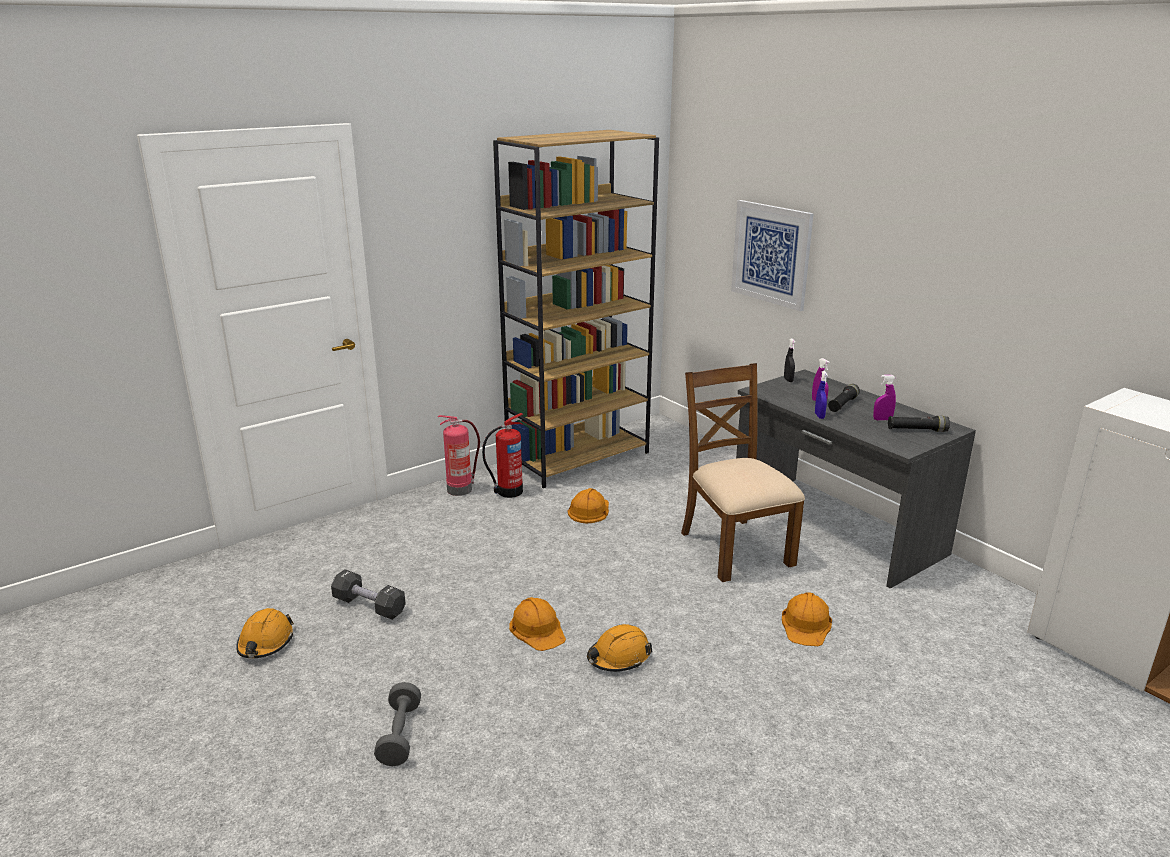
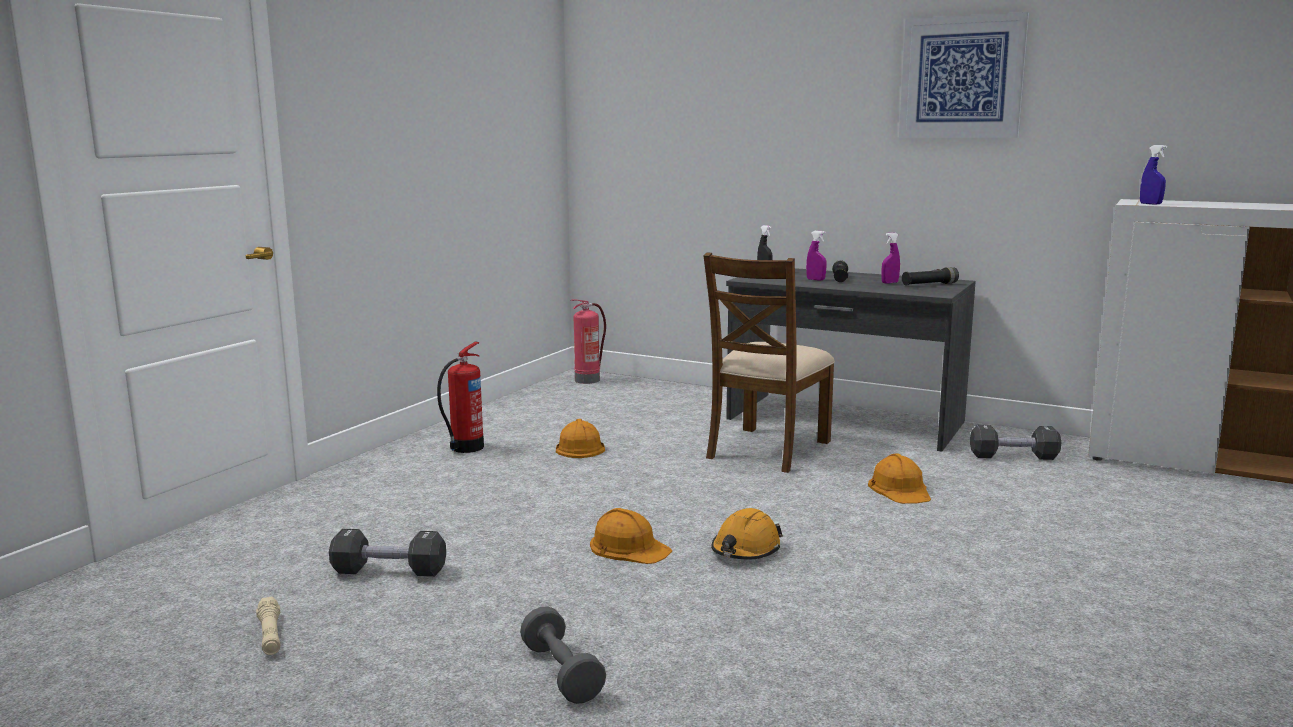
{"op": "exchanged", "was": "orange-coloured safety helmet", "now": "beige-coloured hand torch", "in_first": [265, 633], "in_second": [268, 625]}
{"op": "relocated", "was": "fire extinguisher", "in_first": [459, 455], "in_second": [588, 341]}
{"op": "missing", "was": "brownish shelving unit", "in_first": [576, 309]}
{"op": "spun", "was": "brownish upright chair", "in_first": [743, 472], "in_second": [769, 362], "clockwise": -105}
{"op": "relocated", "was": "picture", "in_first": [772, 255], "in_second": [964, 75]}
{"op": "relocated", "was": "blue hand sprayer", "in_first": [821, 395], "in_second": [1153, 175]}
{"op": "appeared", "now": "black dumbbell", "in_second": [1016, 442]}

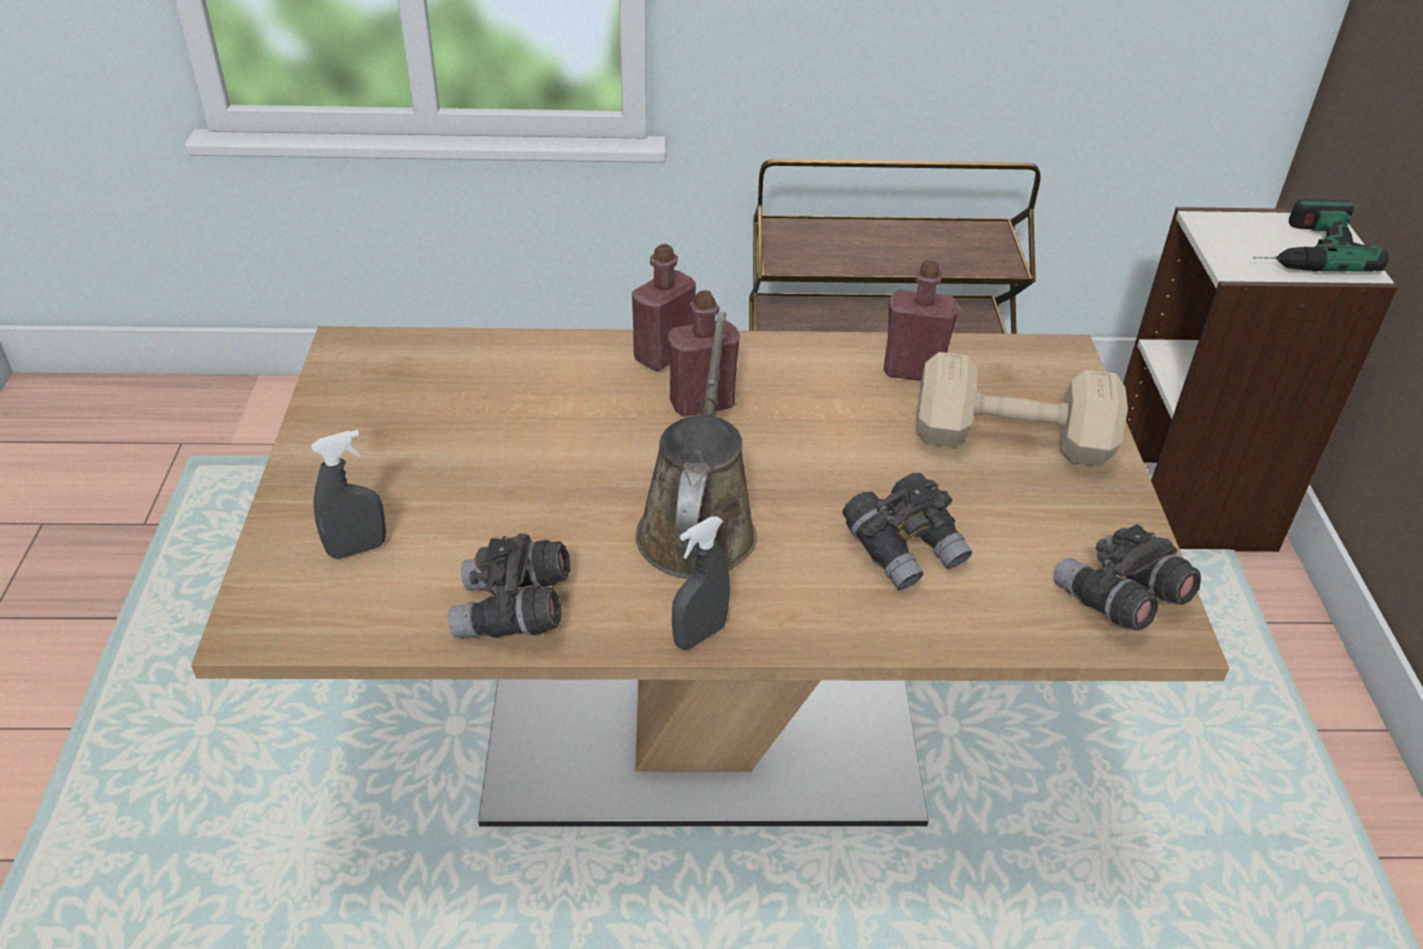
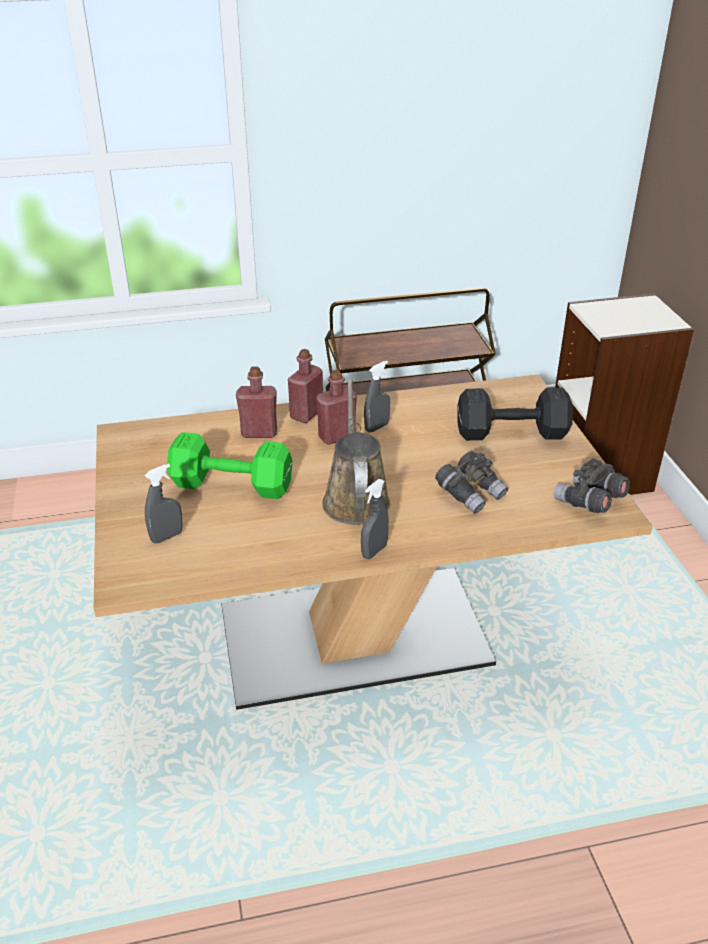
{"op": "missing", "was": "greyish binoculars", "in_first": [509, 585]}
{"op": "relocated", "was": "red beverage bottle", "in_first": [921, 320], "in_second": [256, 402]}
{"op": "colour", "was": "beige-coloured dumbbell", "now": "black dumbbell", "in_first": [1022, 409], "in_second": [515, 414]}
{"op": "missing", "was": "electric drill", "in_first": [1321, 235]}
{"op": "appeared", "now": "greenish dumbbell", "in_second": [230, 465]}
{"op": "appeared", "now": "greyish hand sprayer", "in_second": [377, 396]}

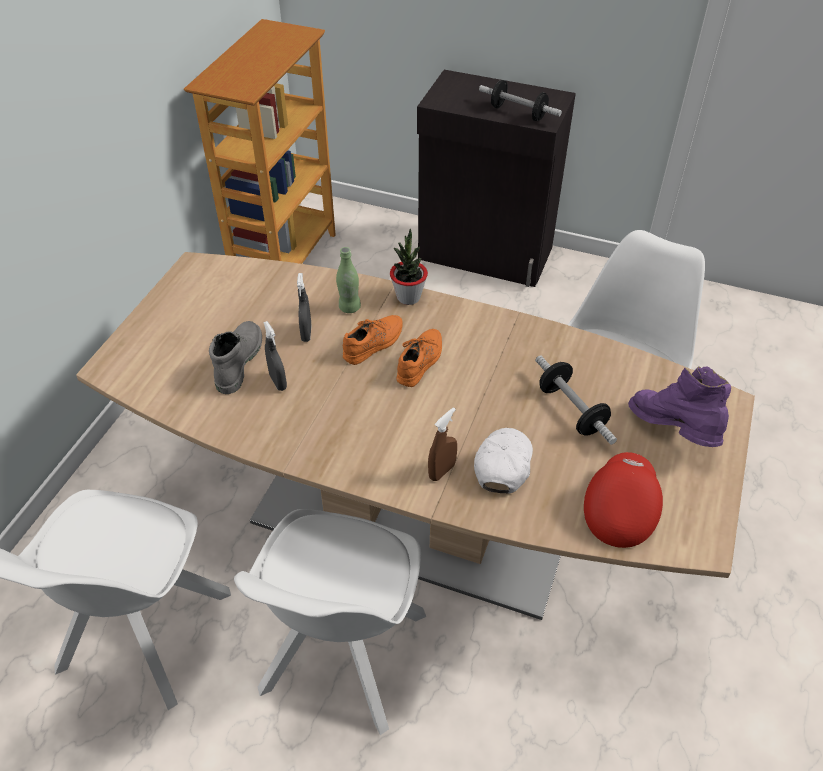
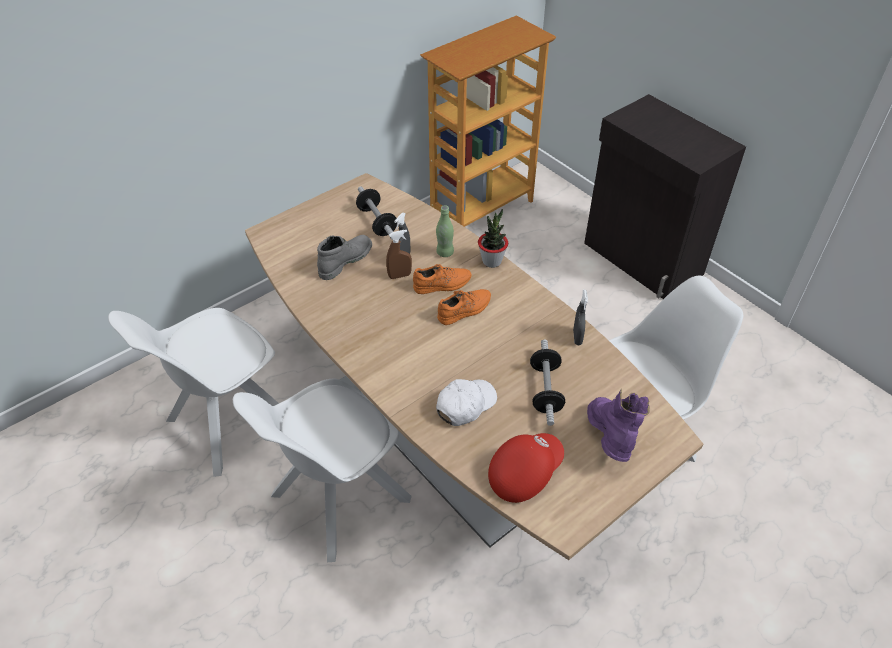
{"op": "relocated", "was": "greyish hand sprayer", "in_first": [275, 356], "in_second": [580, 317]}
{"op": "relocated", "was": "brownish hand sprayer", "in_first": [442, 444], "in_second": [399, 254]}
{"op": "relocated", "was": "dumbbell", "in_first": [520, 100], "in_second": [376, 213]}

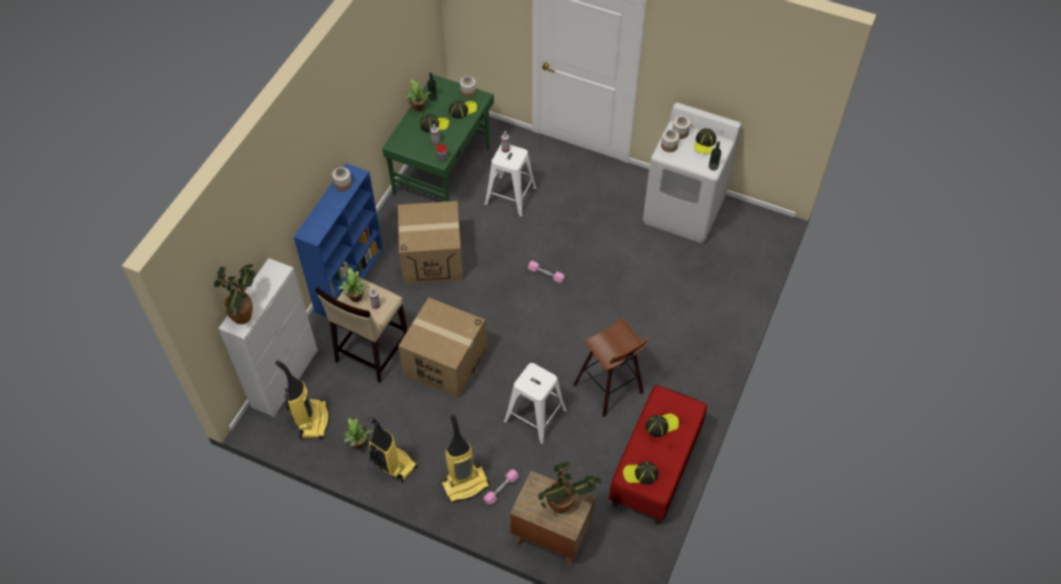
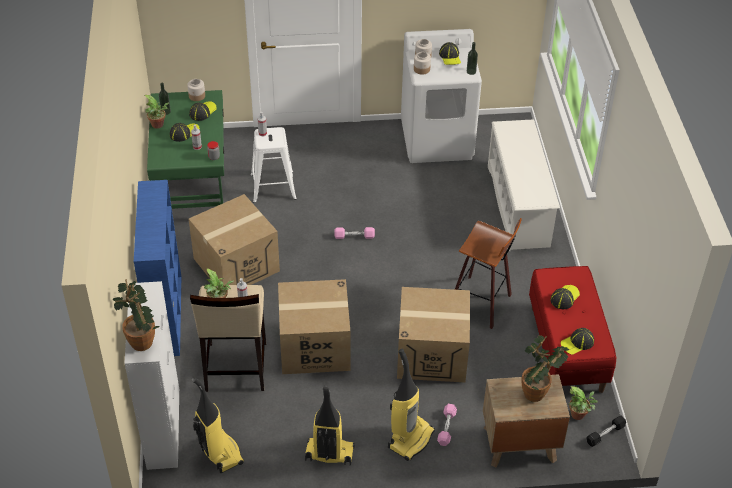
{"op": "missing", "was": "storage jar", "in_first": [342, 179]}
{"op": "relocated", "was": "potted plant", "in_first": [358, 433], "in_second": [583, 403]}
{"op": "exchanged", "was": "white sitting stool", "now": "packing box", "in_first": [535, 404], "in_second": [433, 334]}
{"op": "appeared", "now": "white shoe stand", "in_second": [524, 185]}
{"op": "appeared", "now": "black dumbbell", "in_second": [606, 431]}

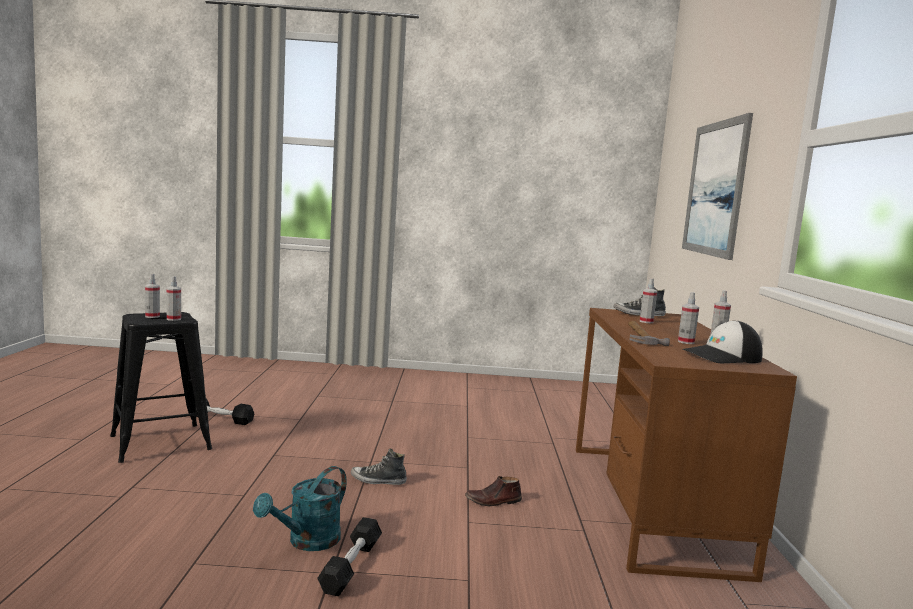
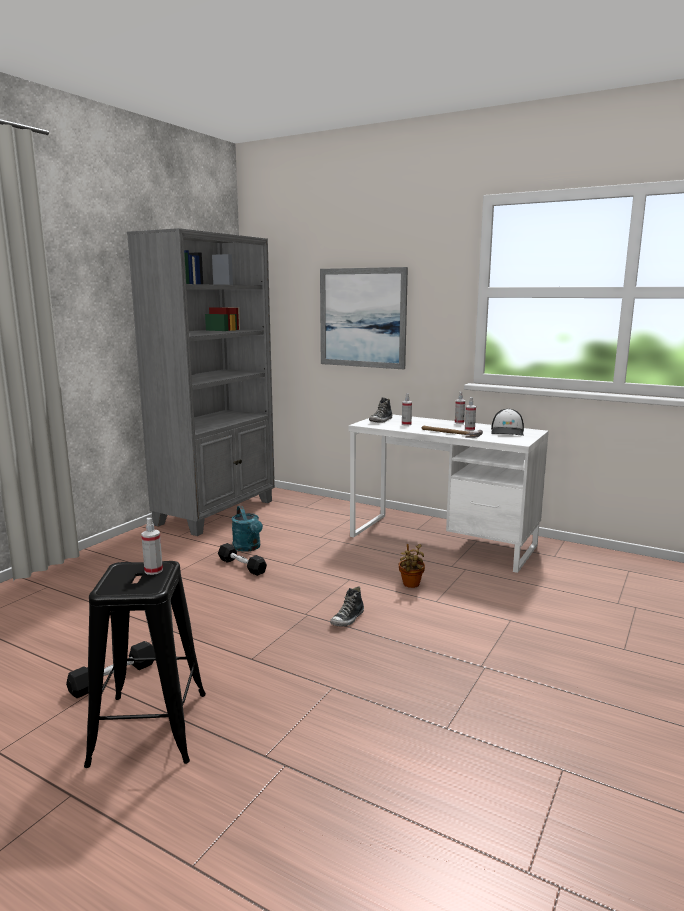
{"op": "missing", "was": "hand sprayer", "in_first": [152, 296]}
{"op": "relocated", "was": "turquoise-coloured sprinkling can", "in_first": [299, 508], "in_second": [247, 529]}
{"op": "relocated", "was": "black dumbbell", "in_first": [349, 556], "in_second": [242, 559]}
{"op": "exchanged", "was": "brownish shoe", "now": "potted plant", "in_first": [493, 491], "in_second": [412, 566]}
{"op": "colour", "was": "brownish desk unit", "now": "white desk unit", "in_first": [686, 445], "in_second": [448, 493]}
{"op": "appeared", "now": "greyish shelving unit", "in_second": [201, 382]}

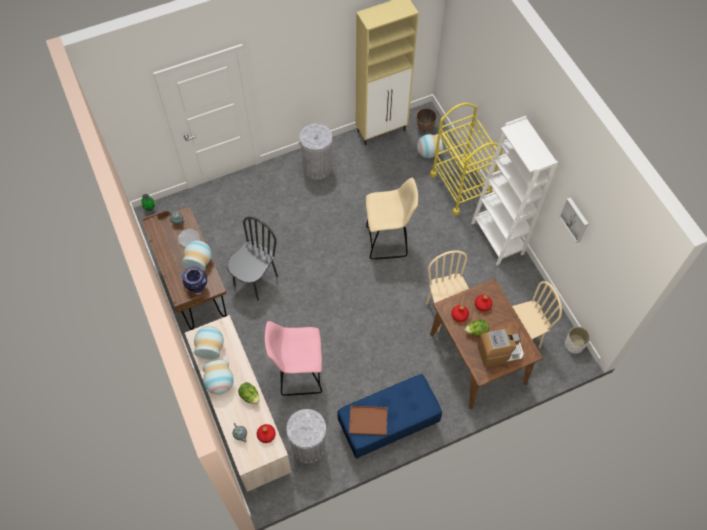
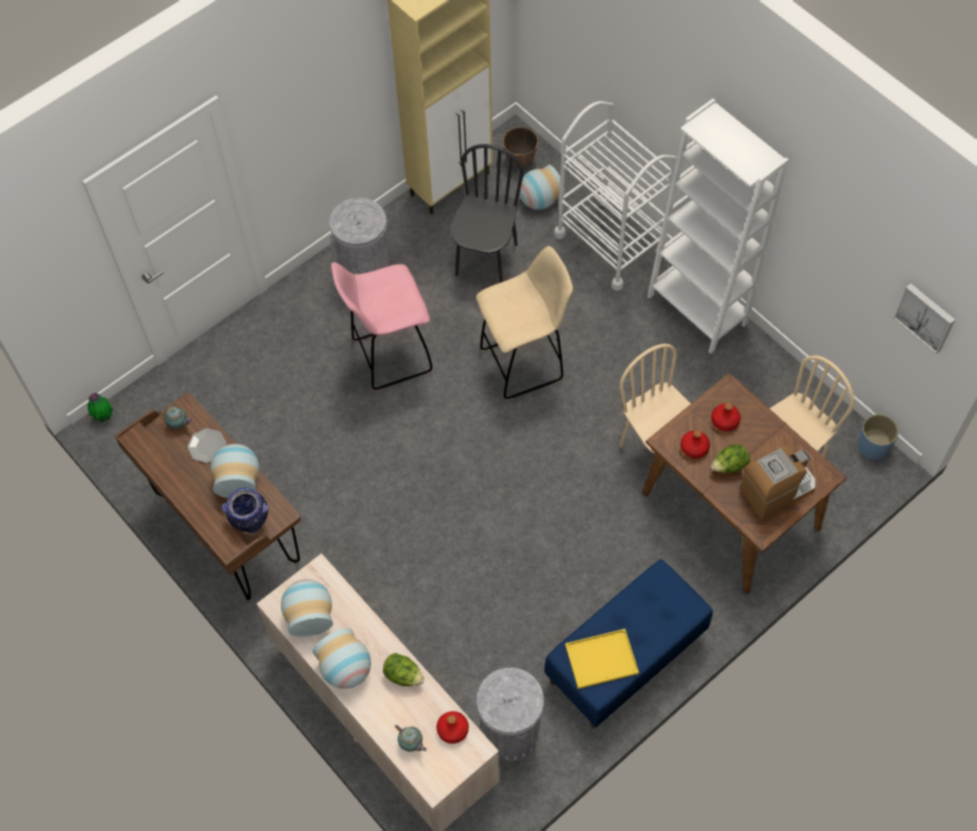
{"op": "relocated", "was": "black upright chair", "in_first": [252, 259], "in_second": [486, 213]}
{"op": "relocated", "was": "pink-coloured sitting stool", "in_first": [293, 358], "in_second": [382, 326]}
{"op": "colour", "was": "brownish serving tray", "now": "yellowish serving tray", "in_first": [368, 421], "in_second": [602, 659]}
{"op": "colour", "was": "yellowish wheeled cart", "now": "white wheeled cart", "in_first": [466, 159], "in_second": [615, 196]}
{"op": "relocated", "was": "picture", "in_first": [574, 220], "in_second": [924, 318]}
{"op": "colour", "was": "white planter", "now": "blue planter", "in_first": [577, 340], "in_second": [878, 437]}

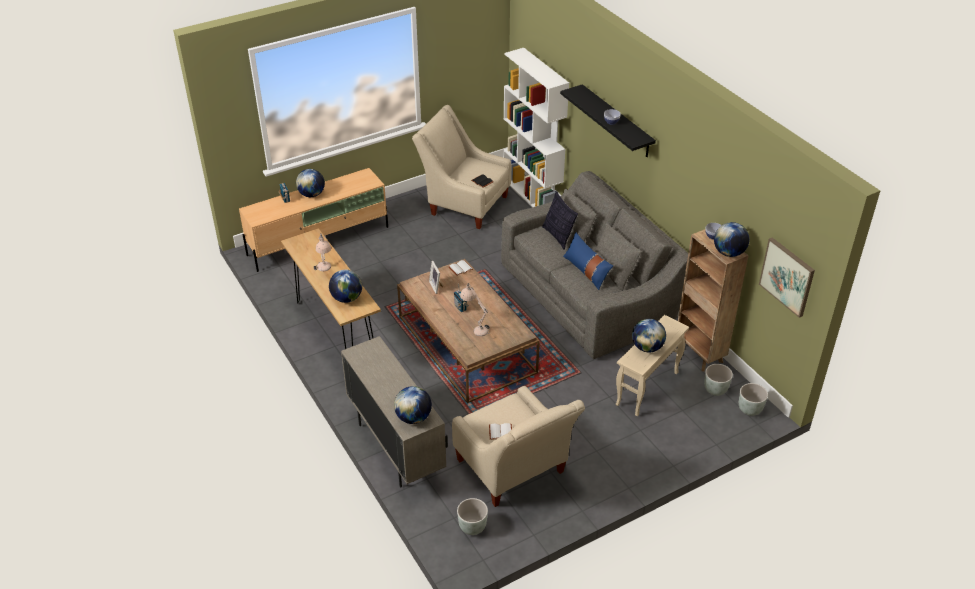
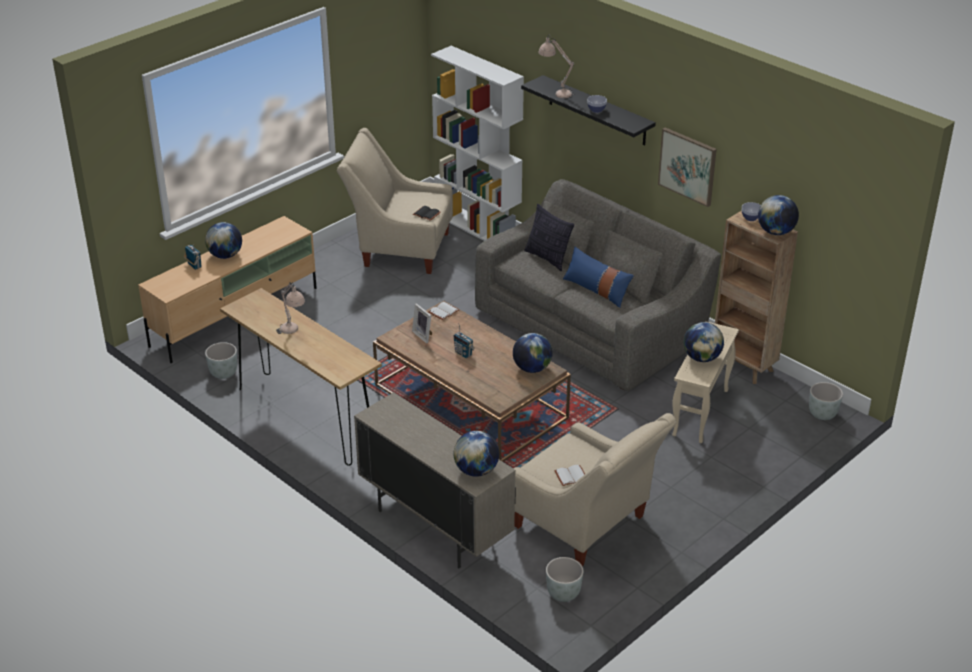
{"op": "relocated", "was": "globe", "in_first": [345, 286], "in_second": [533, 353]}
{"op": "relocated", "was": "beige-coloured lamp for a table", "in_first": [475, 310], "in_second": [556, 67]}
{"op": "relocated", "was": "greyish planter", "in_first": [718, 380], "in_second": [221, 360]}
{"op": "relocated", "was": "picture", "in_first": [787, 277], "in_second": [687, 167]}

